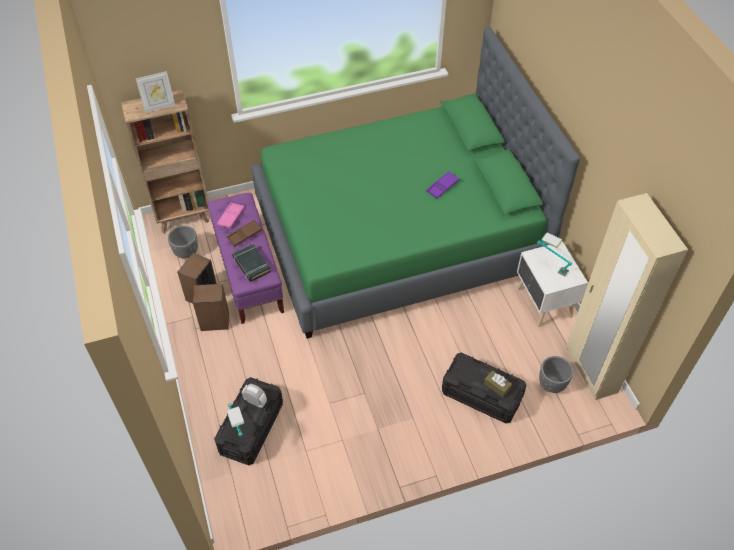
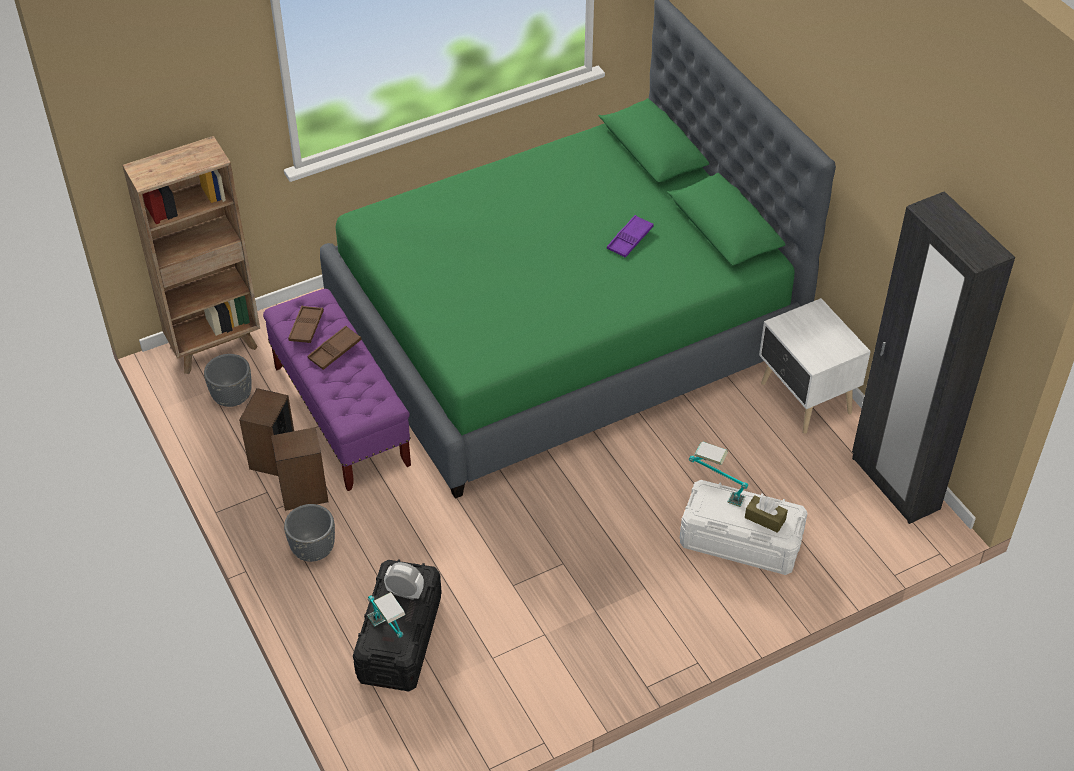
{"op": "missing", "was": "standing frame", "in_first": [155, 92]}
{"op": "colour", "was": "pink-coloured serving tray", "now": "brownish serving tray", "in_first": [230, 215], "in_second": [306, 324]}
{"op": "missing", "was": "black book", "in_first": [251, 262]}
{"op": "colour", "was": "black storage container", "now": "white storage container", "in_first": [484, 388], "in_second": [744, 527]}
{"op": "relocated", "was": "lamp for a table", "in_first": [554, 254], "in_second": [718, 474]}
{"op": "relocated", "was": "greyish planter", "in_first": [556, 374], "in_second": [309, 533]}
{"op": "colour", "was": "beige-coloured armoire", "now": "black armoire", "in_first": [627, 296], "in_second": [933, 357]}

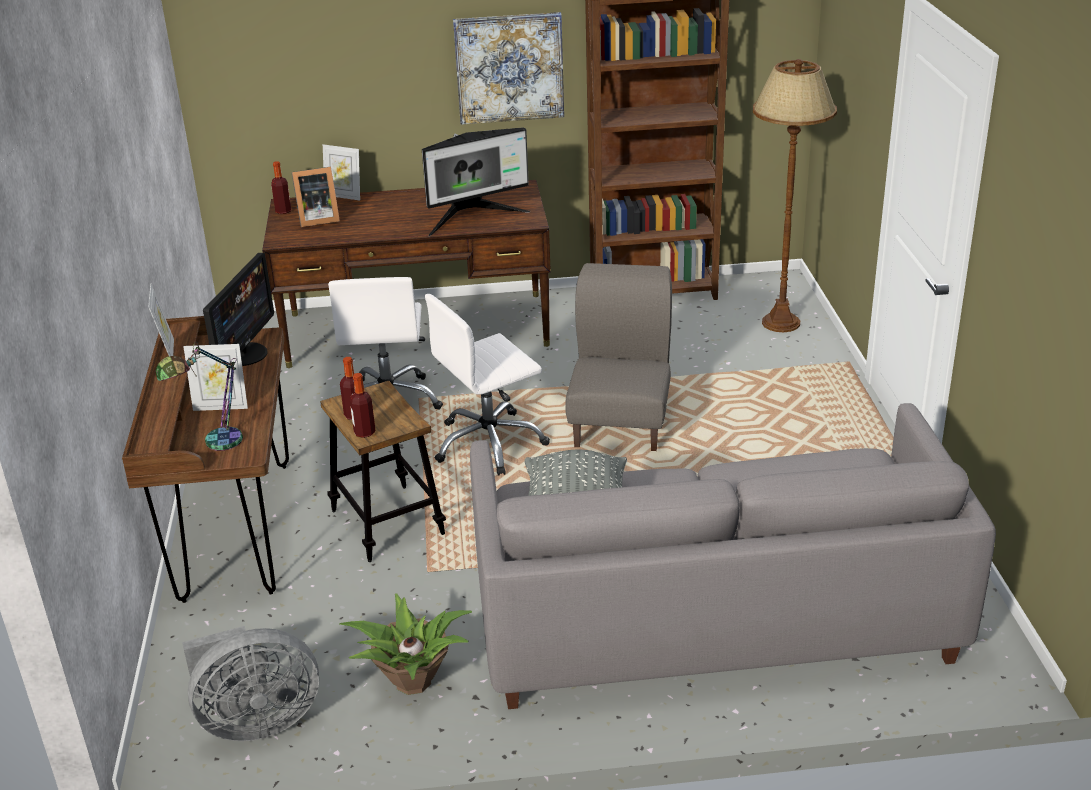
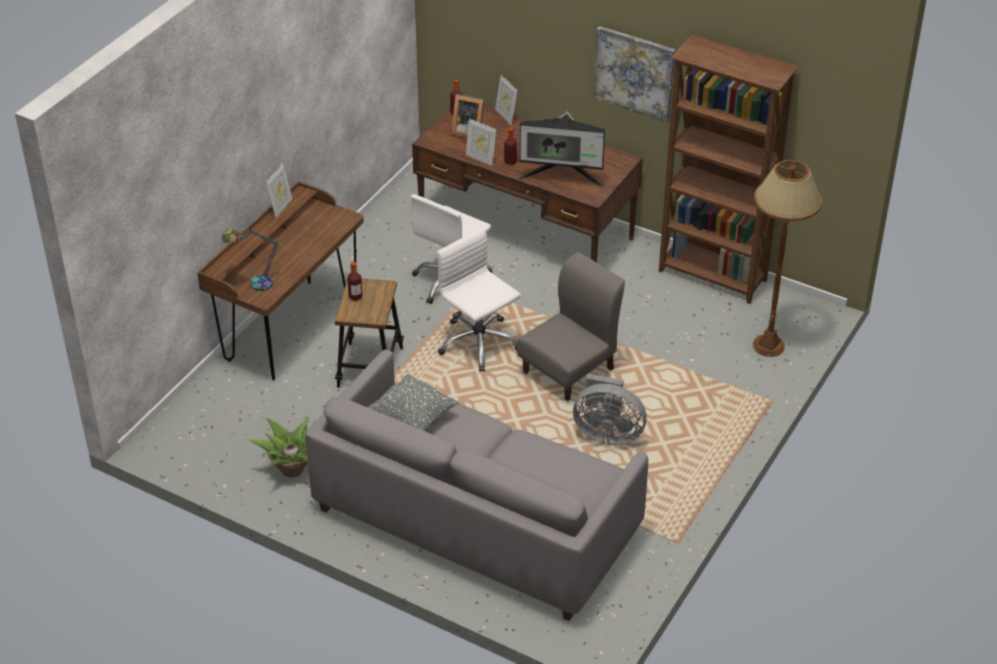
{"op": "relocated", "was": "greyish cooling fan", "in_first": [250, 683], "in_second": [610, 409]}
{"op": "relocated", "was": "standing frame", "in_first": [215, 377], "in_second": [481, 142]}
{"op": "missing", "was": "computer screen", "in_first": [238, 309]}
{"op": "relocated", "was": "beverage bottle", "in_first": [363, 405], "in_second": [510, 146]}
{"op": "spun", "was": "white office chair", "in_first": [487, 385], "in_second": [479, 299], "clockwise": 45}

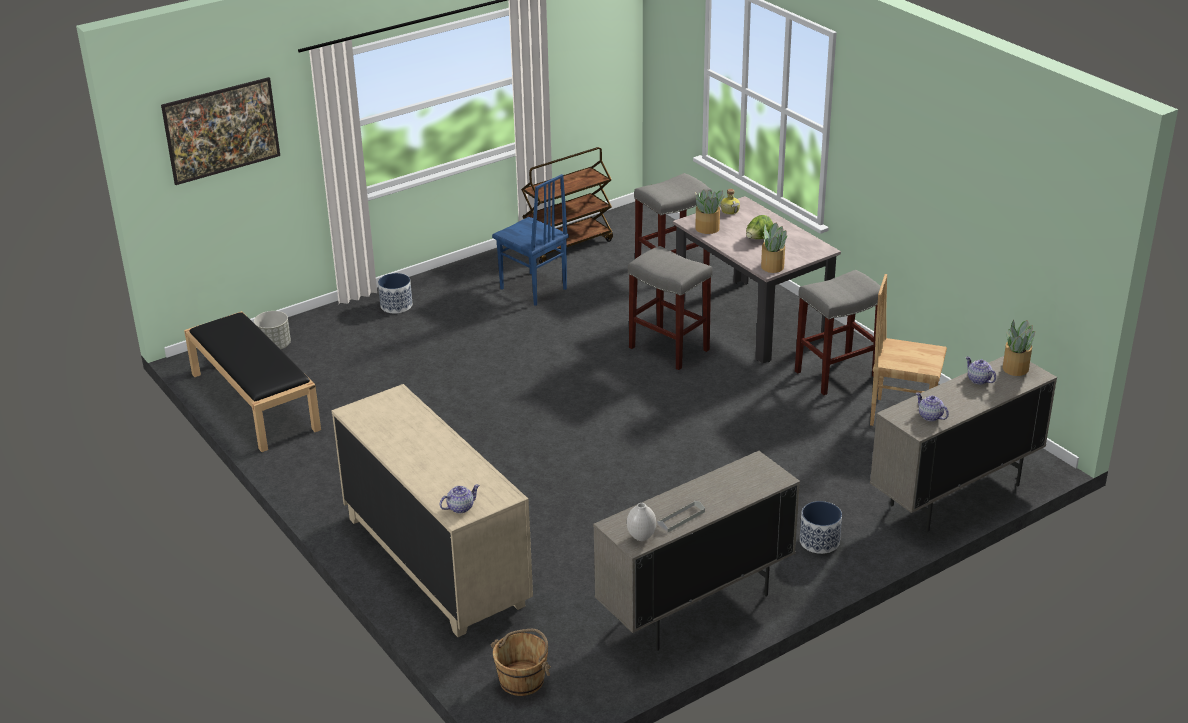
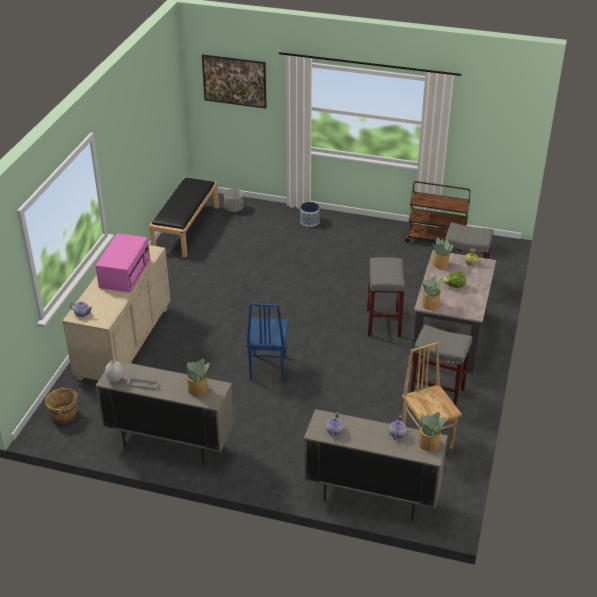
{"op": "relocated", "was": "blue upright chair", "in_first": [530, 240], "in_second": [267, 342]}
{"op": "missing", "was": "planter", "in_first": [821, 527]}
{"op": "appeared", "now": "pink-coloured microwave oven", "in_second": [122, 263]}
{"op": "appeared", "now": "potted plant", "in_second": [198, 377]}

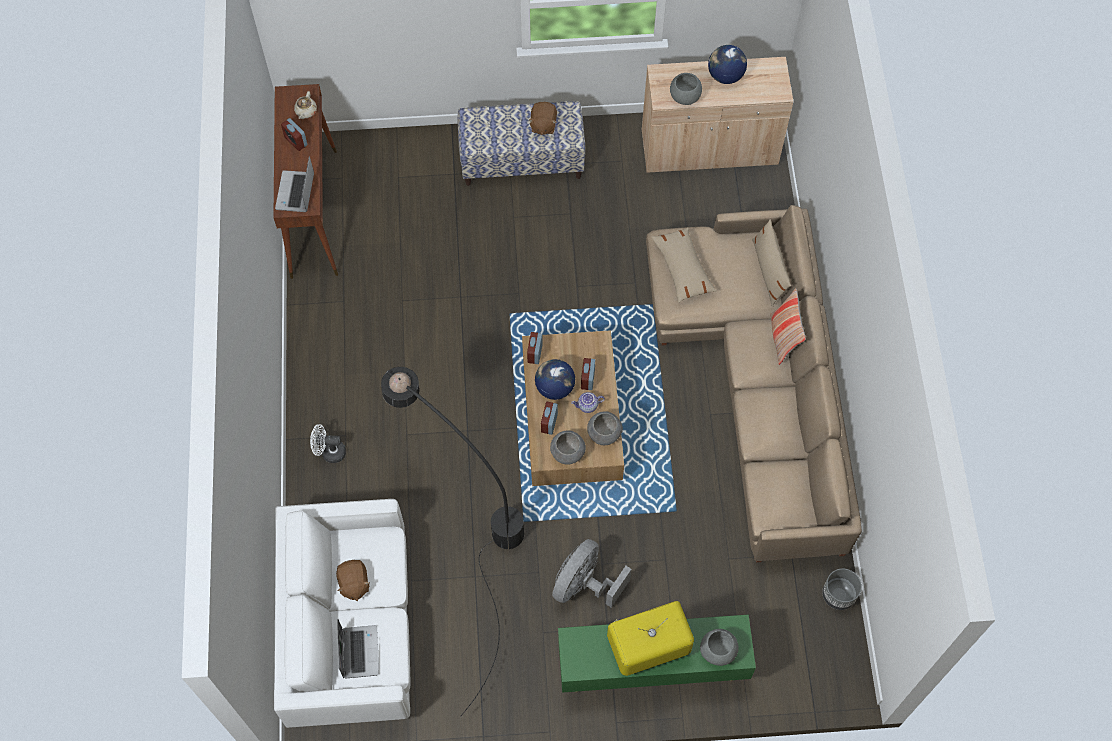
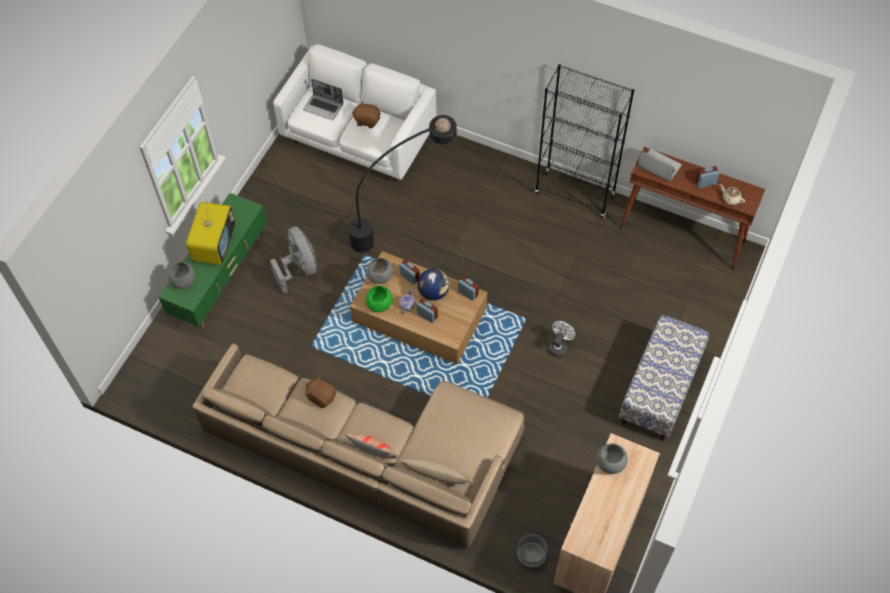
{"op": "relocated", "was": "white cooling fan", "in_first": [328, 443], "in_second": [561, 339]}
{"op": "relocated", "was": "brownish cuddly toy", "in_first": [542, 118], "in_second": [320, 391]}
{"op": "colour", "was": "greyish serving bowl", "now": "greenish serving bowl", "in_first": [605, 428], "in_second": [379, 299]}
{"op": "missing", "was": "beige-coloured pillow", "in_first": [683, 265]}
{"op": "missing", "was": "globe", "in_first": [727, 64]}
{"op": "relocated", "was": "greyish planter", "in_first": [842, 589], "in_second": [532, 552]}
{"op": "appeared", "now": "black shelving unit", "in_second": [584, 141]}

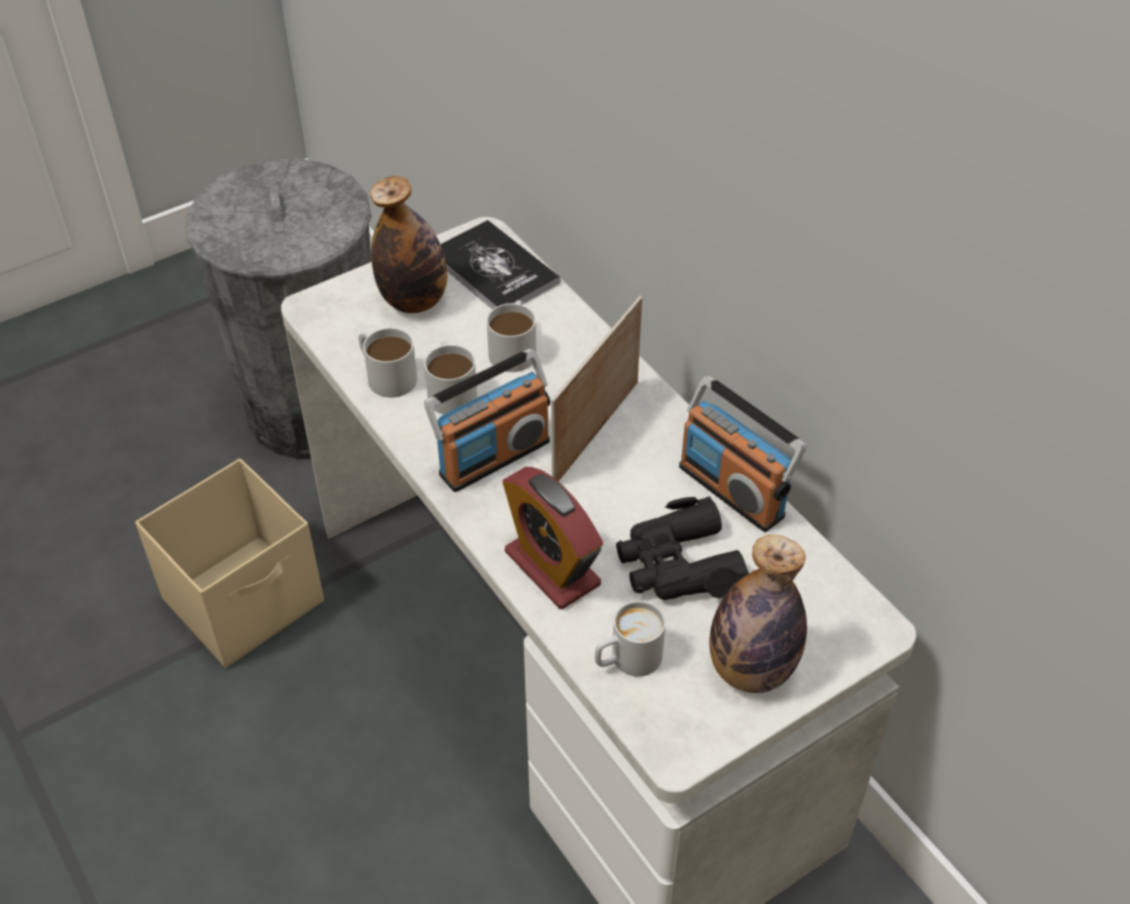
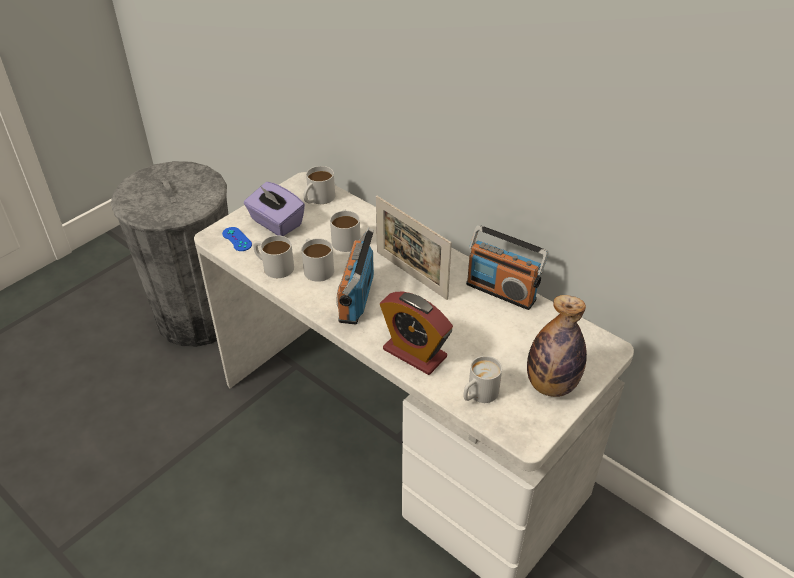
{"op": "missing", "was": "beige-coloured storage container", "in_first": [229, 562]}
{"op": "exchanged", "was": "beverage bottle", "now": "purple tissue box", "in_first": [408, 244], "in_second": [274, 209]}
{"op": "spun", "was": "radio set", "in_first": [487, 420], "in_second": [355, 276], "clockwise": 150}
{"op": "exchanged", "was": "book", "now": "white tea mug", "in_first": [500, 265], "in_second": [319, 185]}
{"op": "spun", "was": "standing frame", "in_first": [596, 389], "in_second": [414, 248], "clockwise": -60}
{"op": "missing", "was": "black binoculars", "in_first": [682, 548]}
{"op": "appeared", "now": "blue joypad", "in_second": [237, 239]}

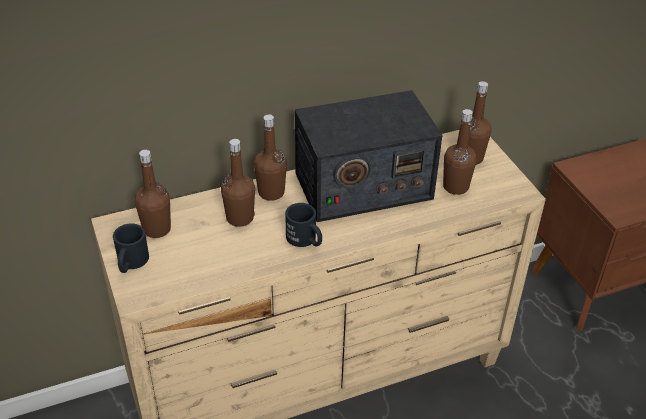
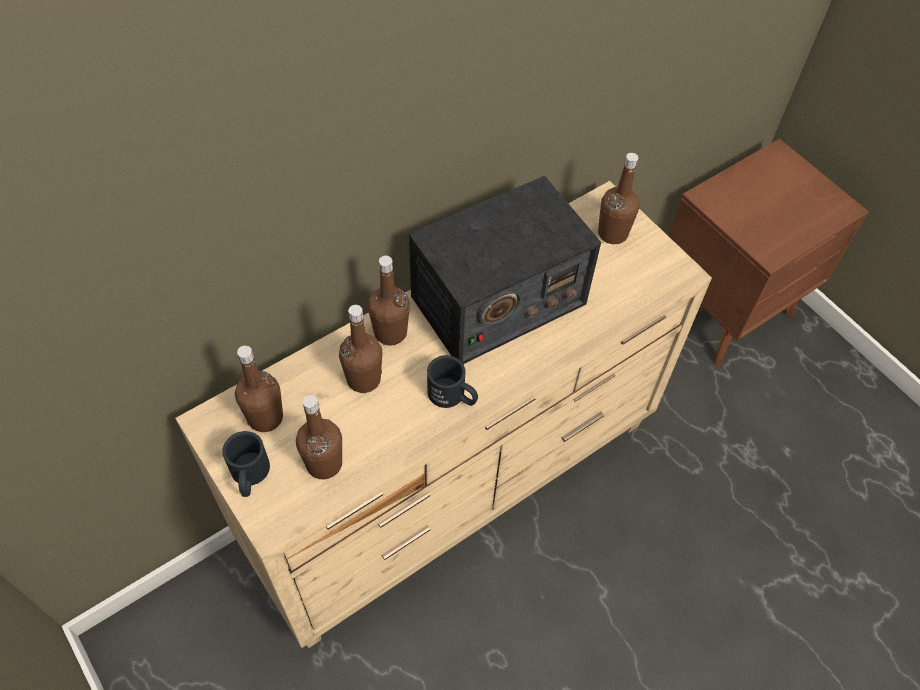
{"op": "relocated", "was": "brownish beverage bottle", "in_first": [460, 152], "in_second": [319, 437]}

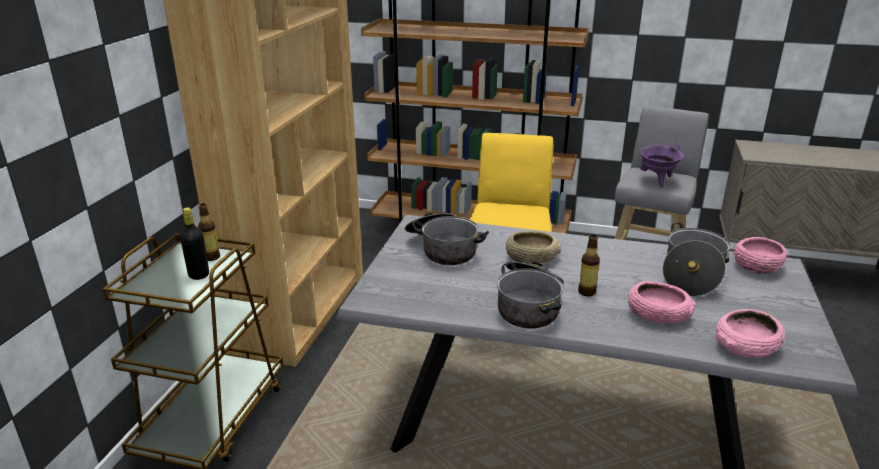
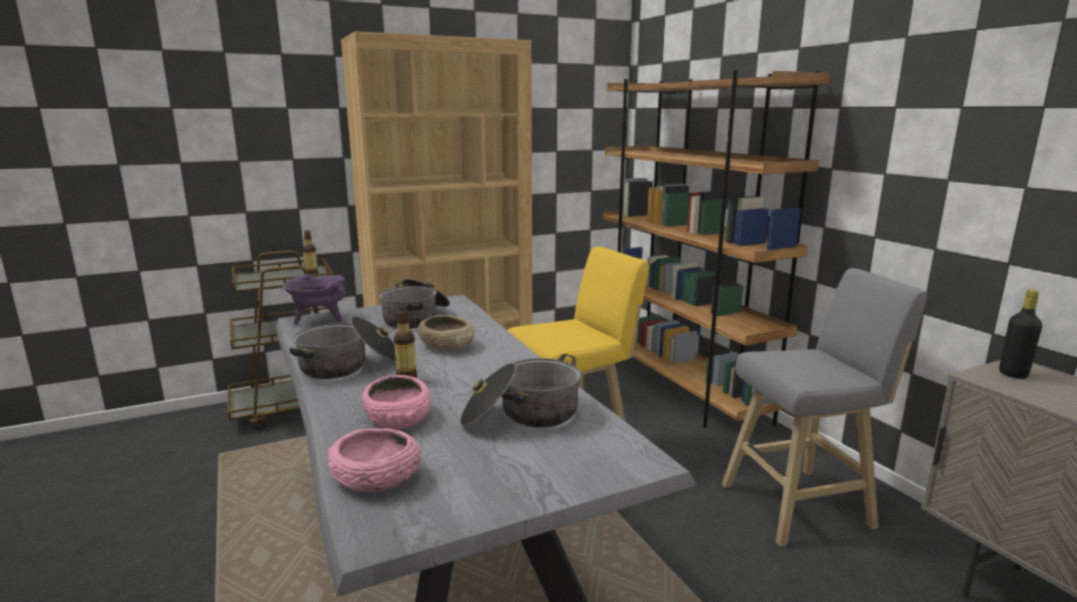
{"op": "relocated", "was": "black beverage bottle", "in_first": [194, 243], "in_second": [1020, 334]}
{"op": "relocated", "was": "purple saucepot", "in_first": [662, 165], "in_second": [314, 299]}
{"op": "missing", "was": "pink-coloured serving bowl", "in_first": [760, 255]}

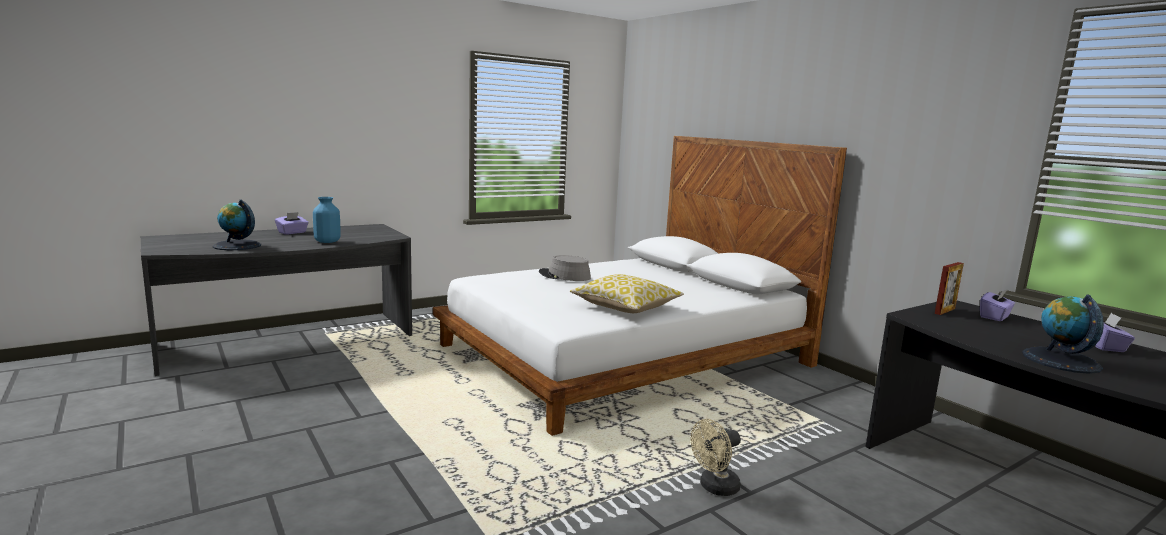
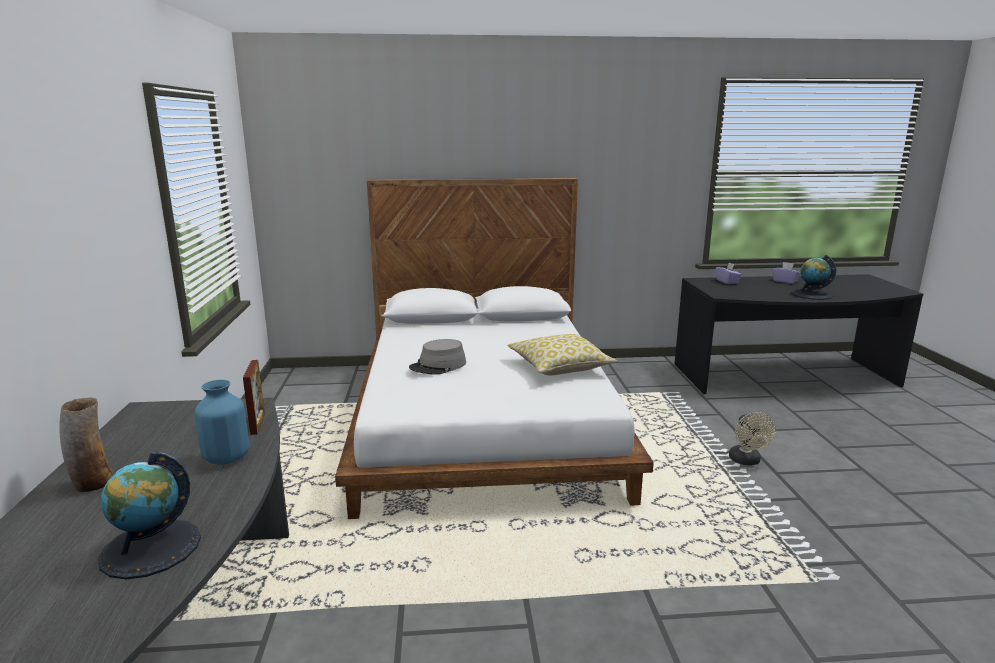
{"op": "exchanged", "was": "purple tissue box", "now": "decorative vase", "in_first": [292, 223], "in_second": [86, 444]}
{"op": "relocated", "was": "standing frame", "in_first": [949, 288], "in_second": [254, 397]}

